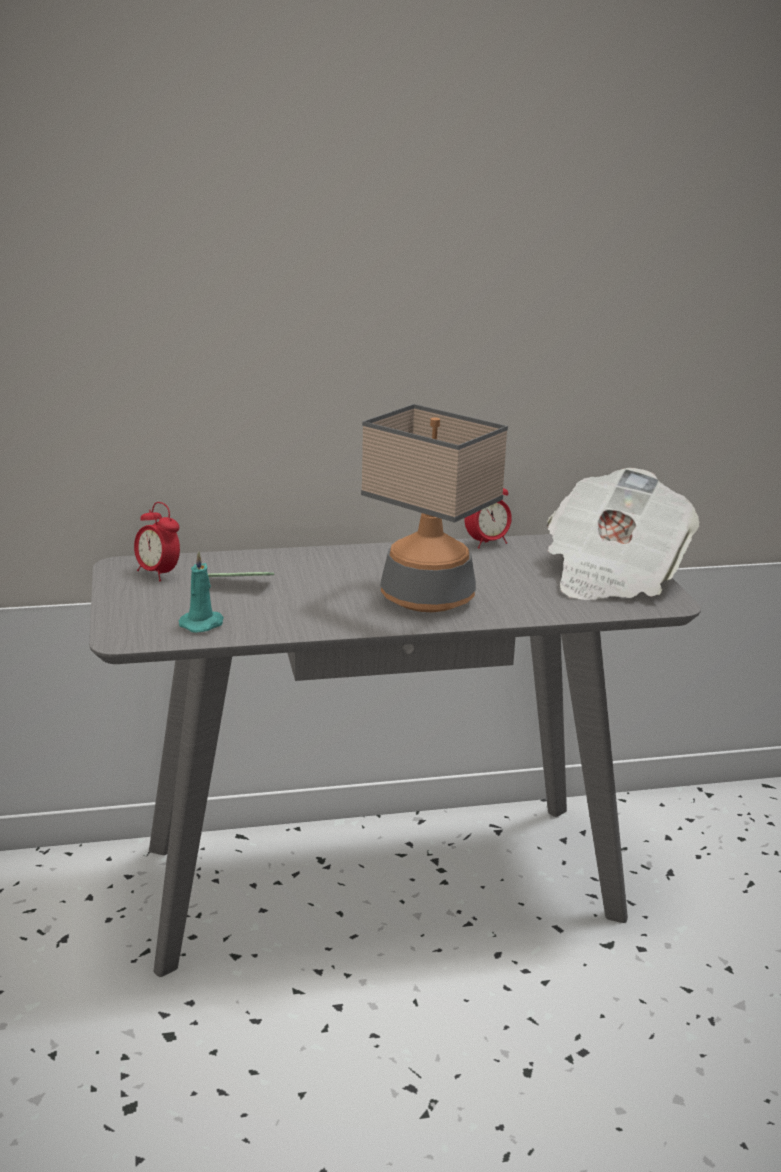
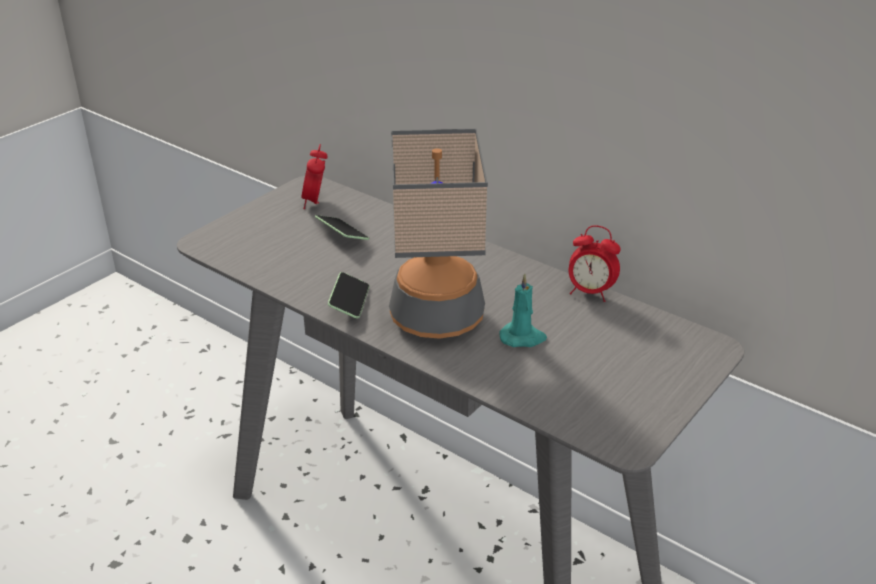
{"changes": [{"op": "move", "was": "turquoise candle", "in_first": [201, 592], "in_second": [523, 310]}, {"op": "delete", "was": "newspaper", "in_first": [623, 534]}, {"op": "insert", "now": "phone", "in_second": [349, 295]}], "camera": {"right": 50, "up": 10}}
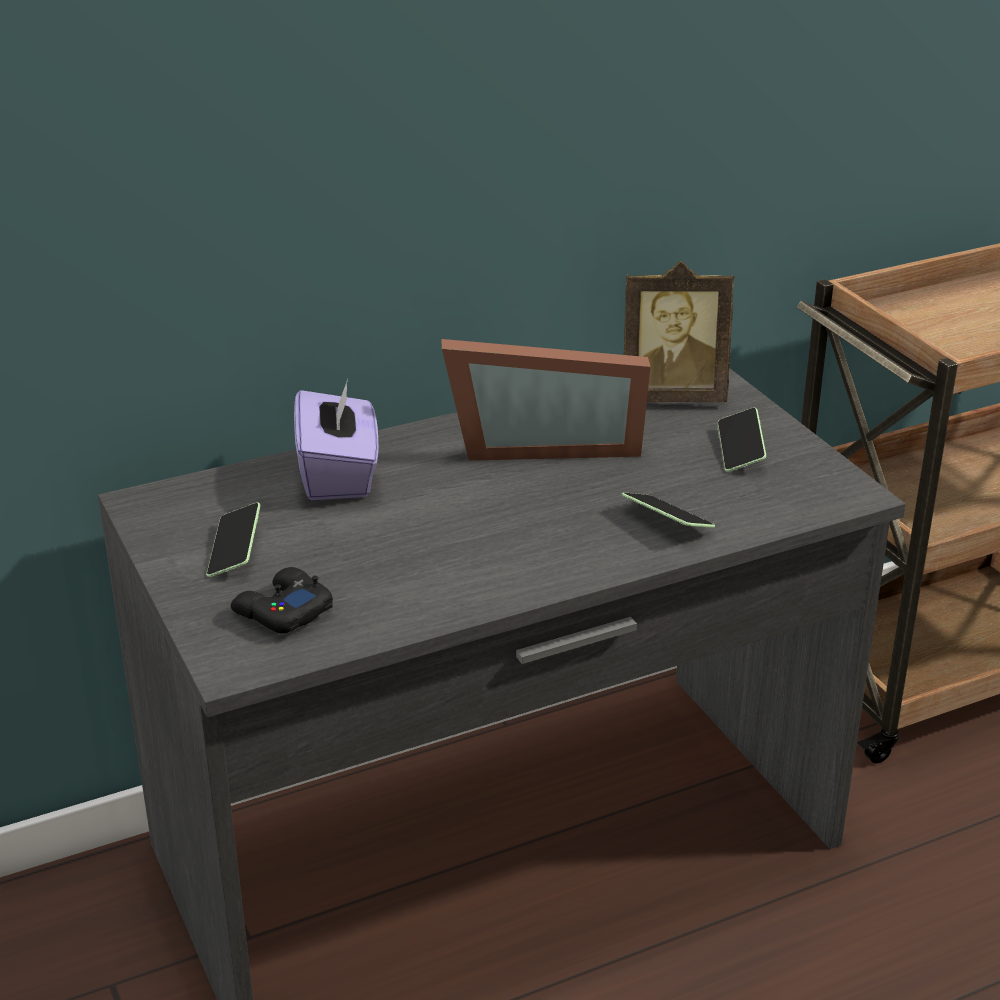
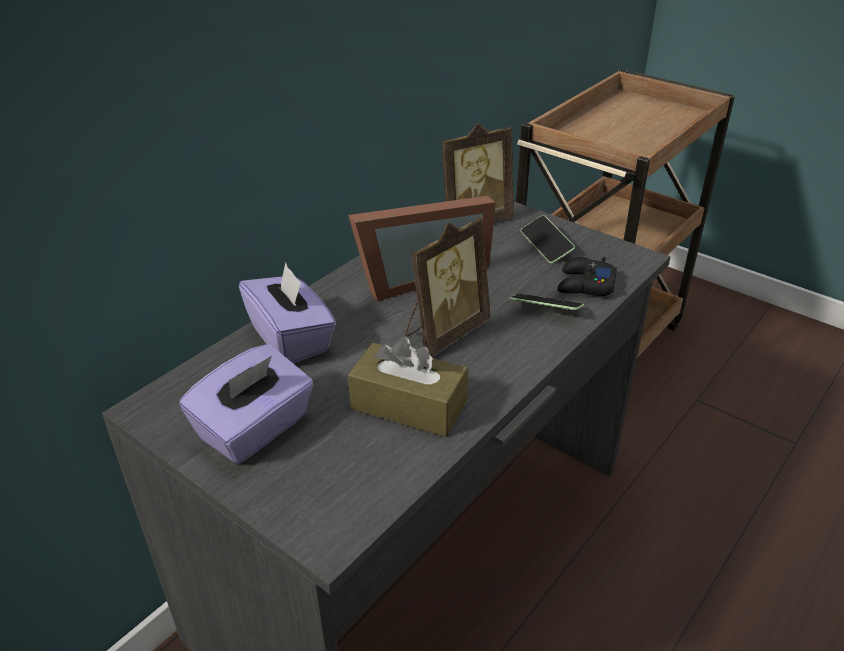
{"changes": [{"op": "replace", "was": "phone", "now": "purple tissue box", "in_first": [233, 539], "in_second": [246, 404]}, {"op": "move", "was": "black game controller", "in_first": [282, 600], "in_second": [587, 276]}, {"op": "insert", "now": "brown tissue box", "in_second": [408, 387]}, {"op": "insert", "now": "picture frame", "in_second": [447, 286]}], "camera": {"right": -25, "up": 5}}
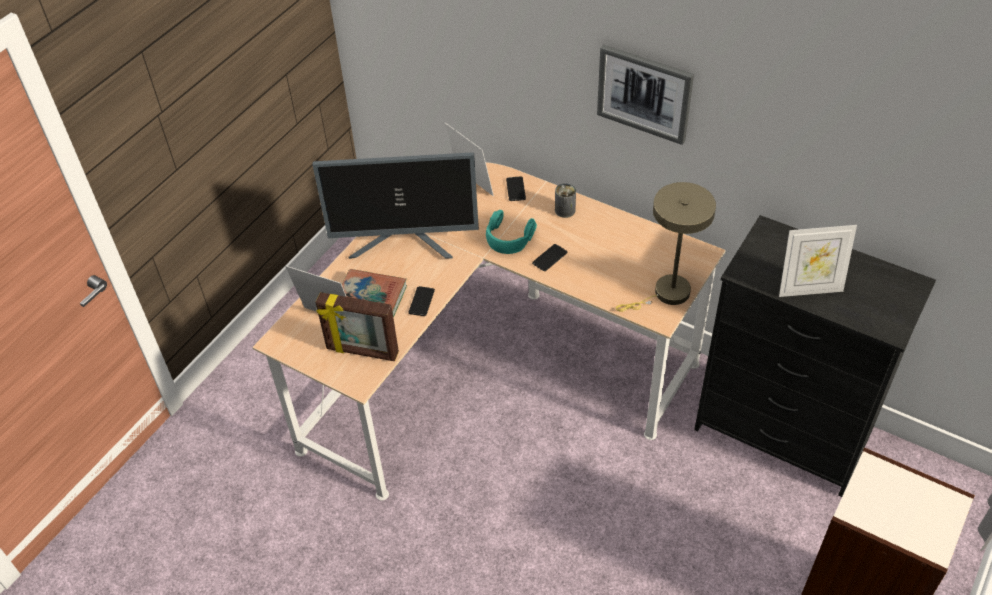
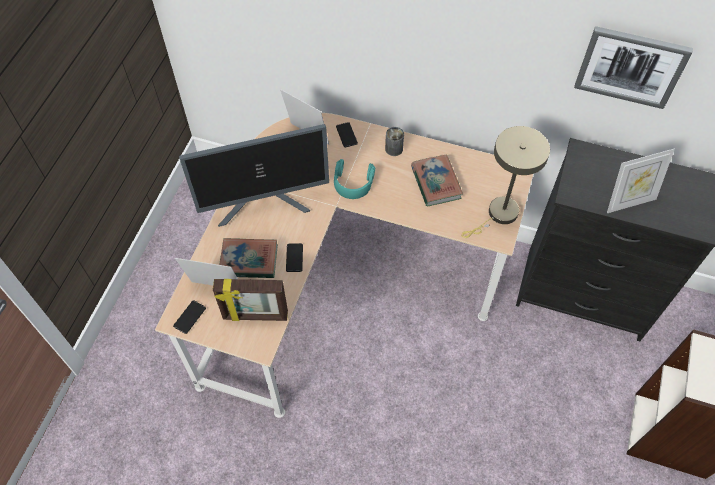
{"changes": [{"op": "move", "was": "phone", "in_first": [550, 257], "in_second": [189, 317]}, {"op": "move", "was": "picture", "in_first": [645, 94], "in_second": [633, 67]}, {"op": "insert", "now": "book", "in_second": [437, 181]}], "camera": {"right": -15, "up": 10}}
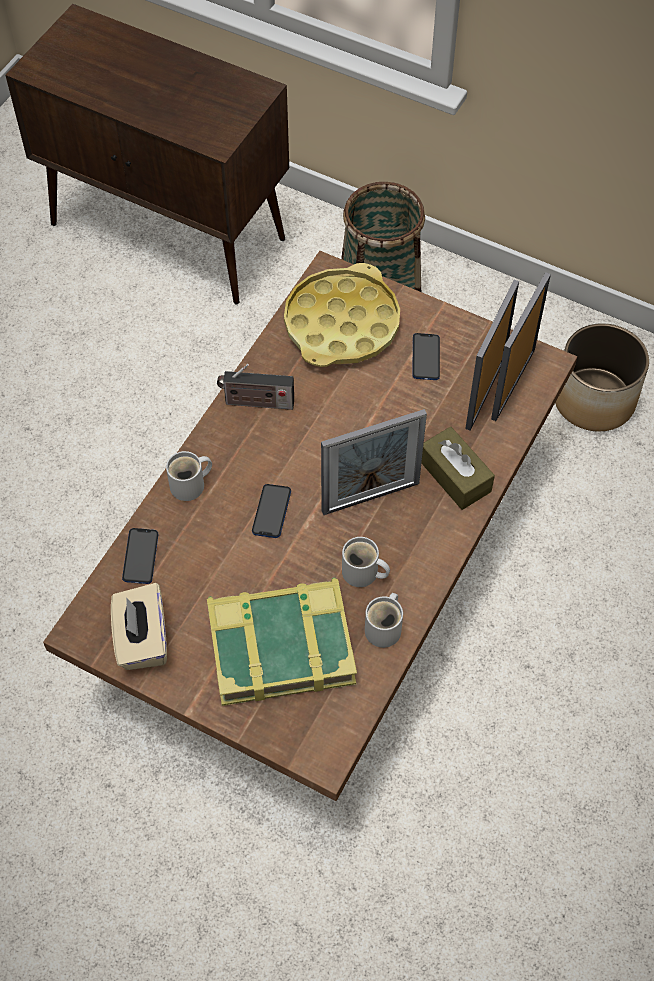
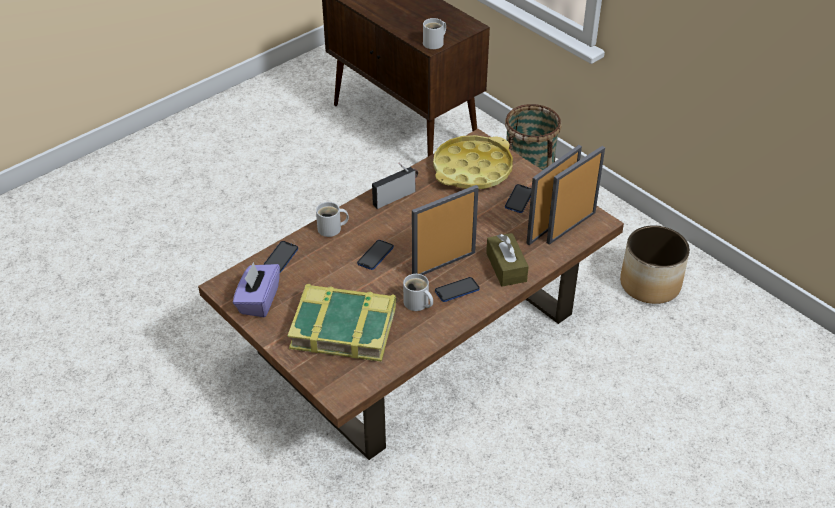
{"changes": [{"op": "recolor", "was": "beige tissue box", "now": "purple tissue box", "in_first": [139, 626], "in_second": [256, 289]}, {"op": "rotate", "was": "radio", "in_first": [255, 387], "in_second": [395, 186], "clockwise": 120}, {"op": "rotate", "was": "picture frame", "in_first": [374, 462], "in_second": [445, 230], "clockwise": 150}, {"op": "move", "was": "white mug", "in_first": [384, 620], "in_second": [434, 33]}, {"op": "insert", "now": "phone", "in_second": [457, 289]}], "camera": {"right": 20, "up": -15}}
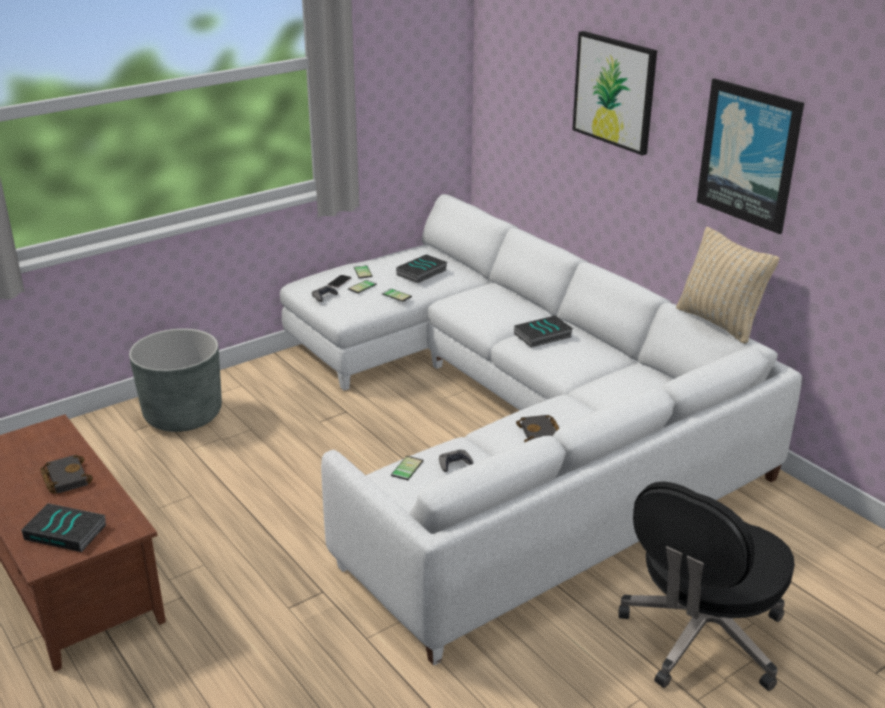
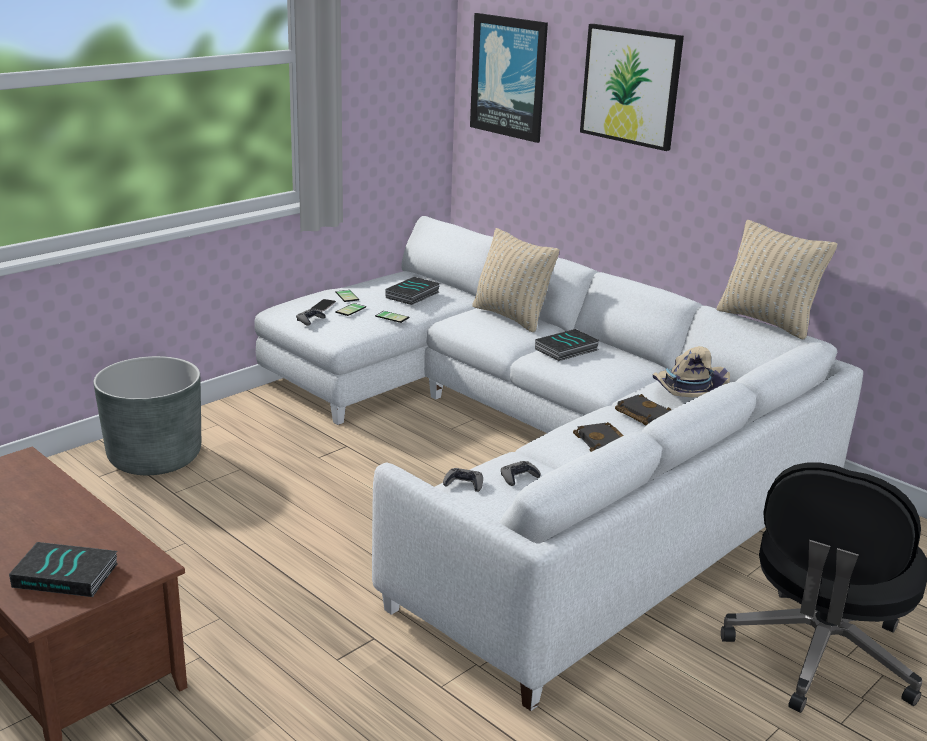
{"changes": [{"op": "move", "was": "black book", "in_first": [66, 474], "in_second": [643, 409]}, {"op": "replace", "was": "phone", "now": "grey game controller", "in_first": [407, 468], "in_second": [463, 480]}, {"op": "move", "was": "picture", "in_first": [750, 156], "in_second": [509, 78]}, {"op": "insert", "now": "beige pillow", "in_second": [515, 280]}, {"op": "insert", "now": "beige hat", "in_second": [691, 371]}], "camera": {"right": -10, "up": -5}}
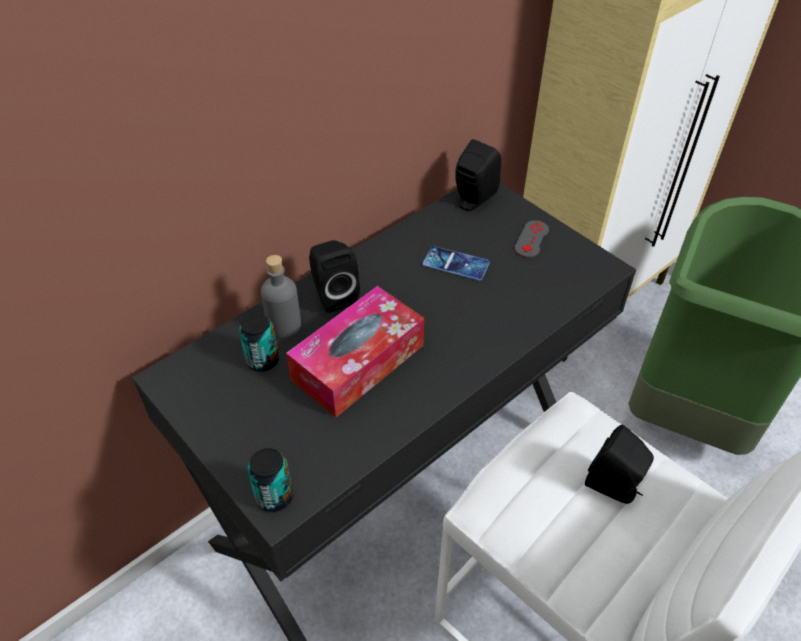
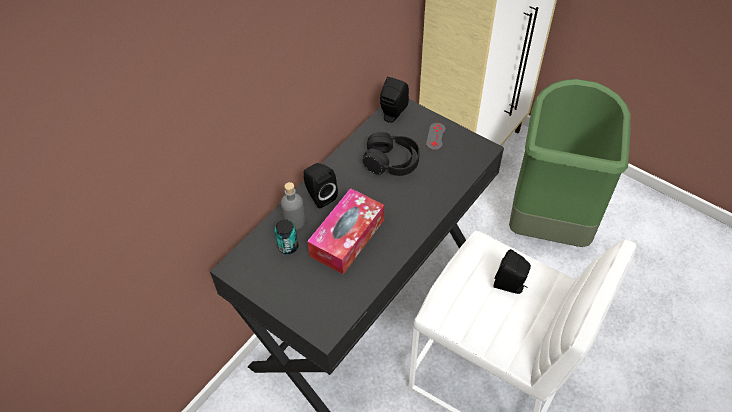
{"changes": [{"op": "delete", "was": "can", "in_first": [270, 480]}, {"op": "replace", "was": "phone", "now": "black headphones", "in_first": [456, 263], "in_second": [391, 154]}], "camera": {"right": -10, "up": 5}}
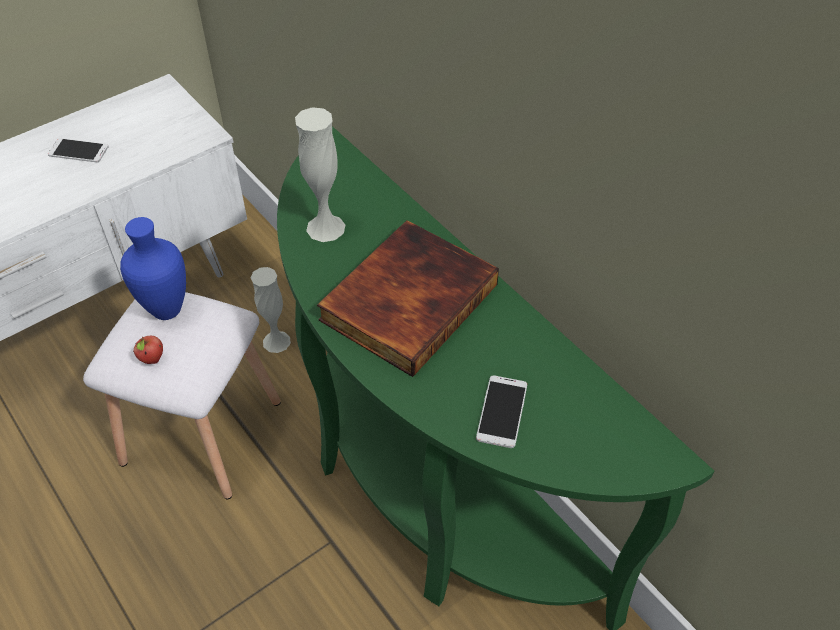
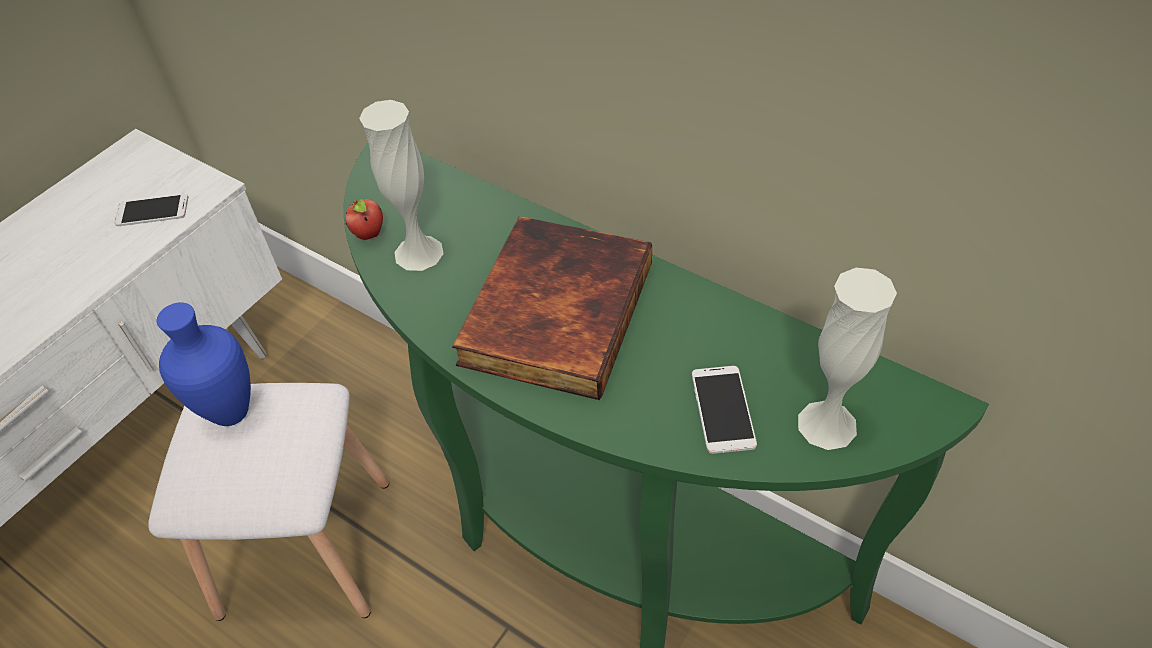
{"changes": [{"op": "move", "was": "phone", "in_first": [78, 150], "in_second": [151, 210]}, {"op": "move", "was": "apple", "in_first": [148, 350], "in_second": [364, 219]}, {"op": "move", "was": "white vase", "in_first": [271, 310], "in_second": [847, 359]}], "camera": {"right": -15, "up": 0}}
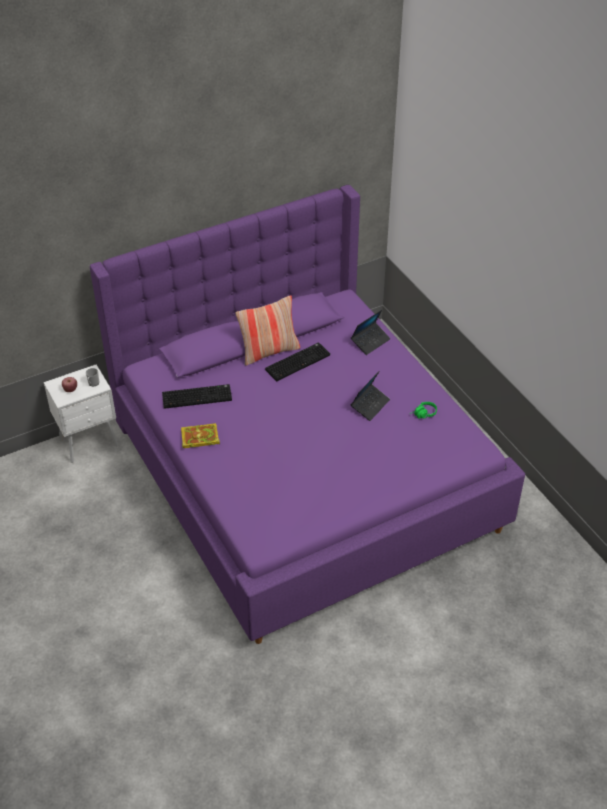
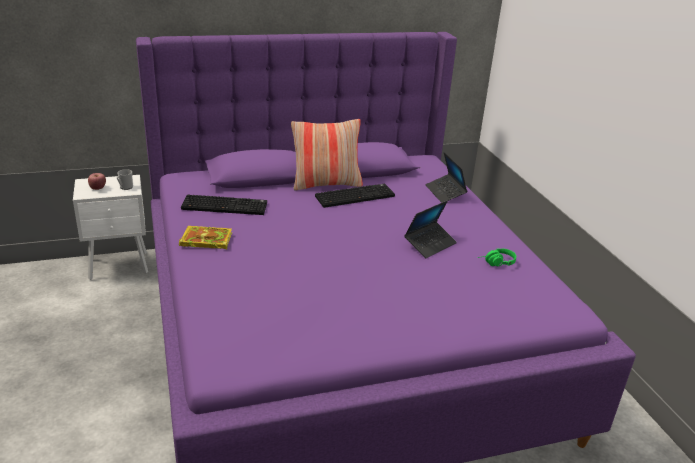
{"changes": [{"op": "rotate", "was": "laptop", "in_first": [370, 332], "in_second": [446, 177], "clockwise": 105}], "camera": {"right": 10, "up": -15}}
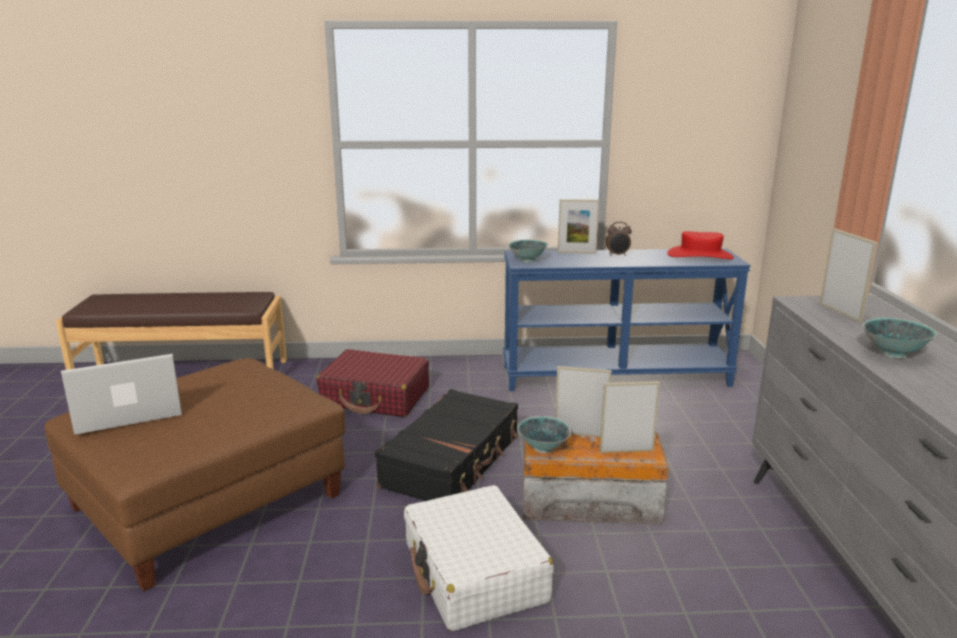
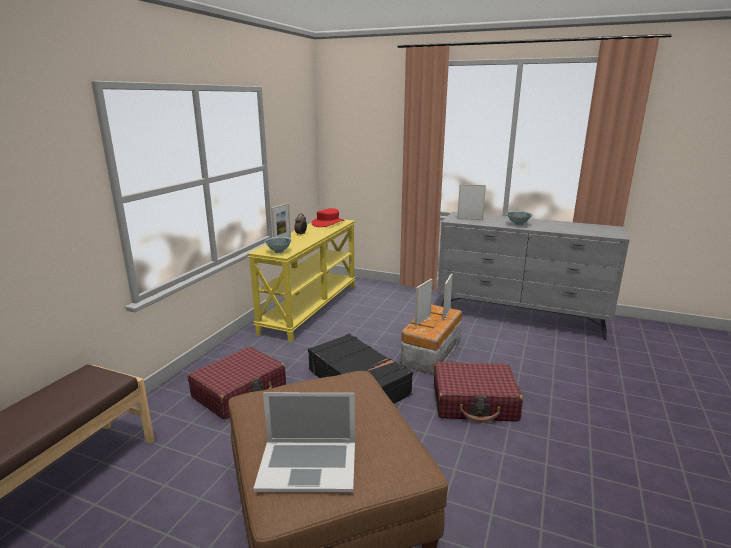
{"changes": [{"op": "rotate", "was": "laptop", "in_first": [121, 394], "in_second": [304, 442], "clockwise": -90}, {"op": "recolor", "was": "white suitcase", "now": "red suitcase", "in_first": [479, 558], "in_second": [478, 392]}, {"op": "recolor", "was": "blue console table", "now": "yellow console table", "in_first": [627, 319], "in_second": [301, 280]}, {"op": "delete", "was": "bowl", "in_first": [544, 434]}], "camera": {"right": -65, "up": 0}}
